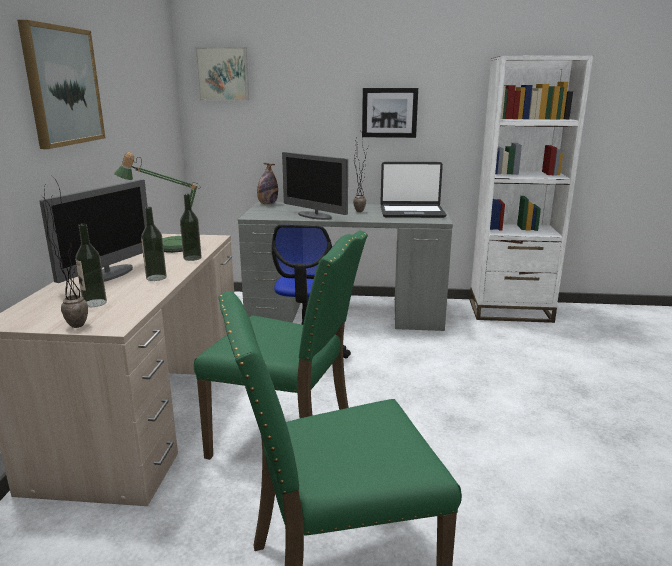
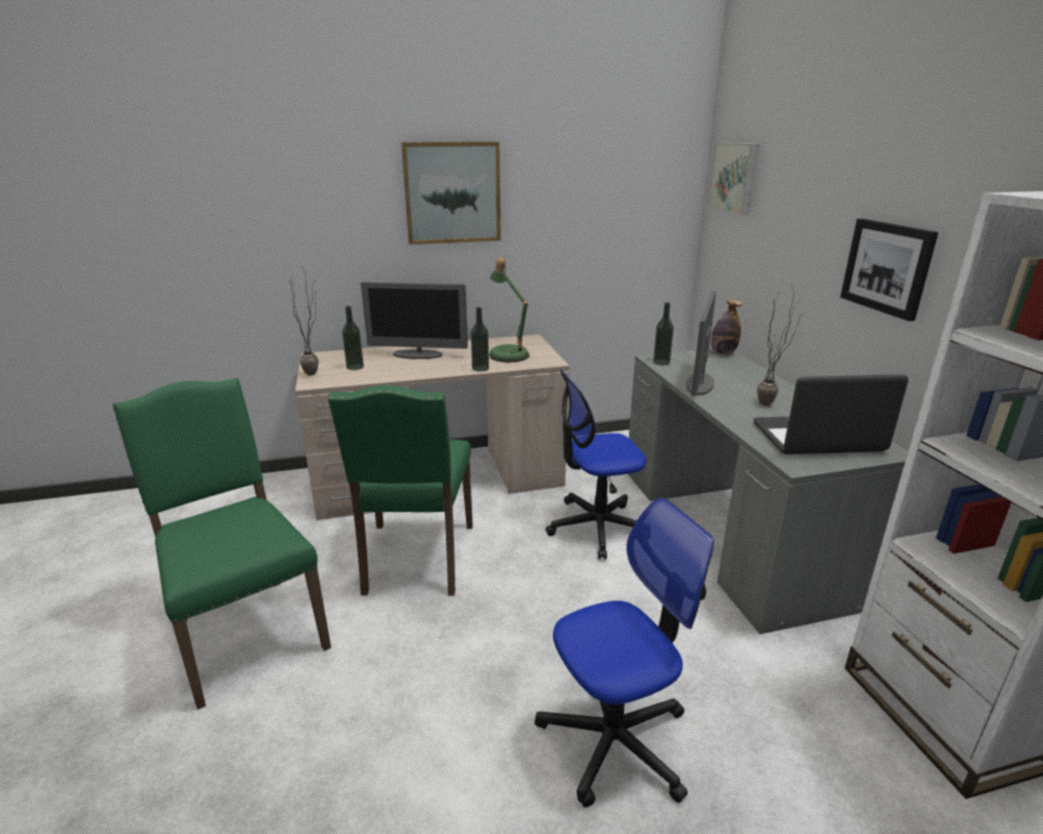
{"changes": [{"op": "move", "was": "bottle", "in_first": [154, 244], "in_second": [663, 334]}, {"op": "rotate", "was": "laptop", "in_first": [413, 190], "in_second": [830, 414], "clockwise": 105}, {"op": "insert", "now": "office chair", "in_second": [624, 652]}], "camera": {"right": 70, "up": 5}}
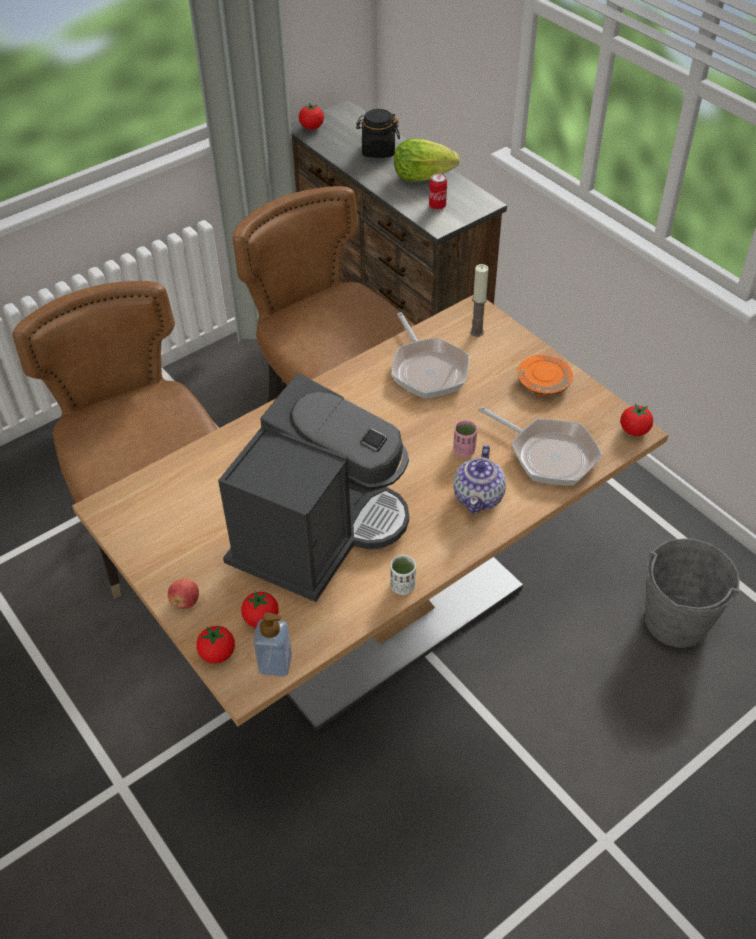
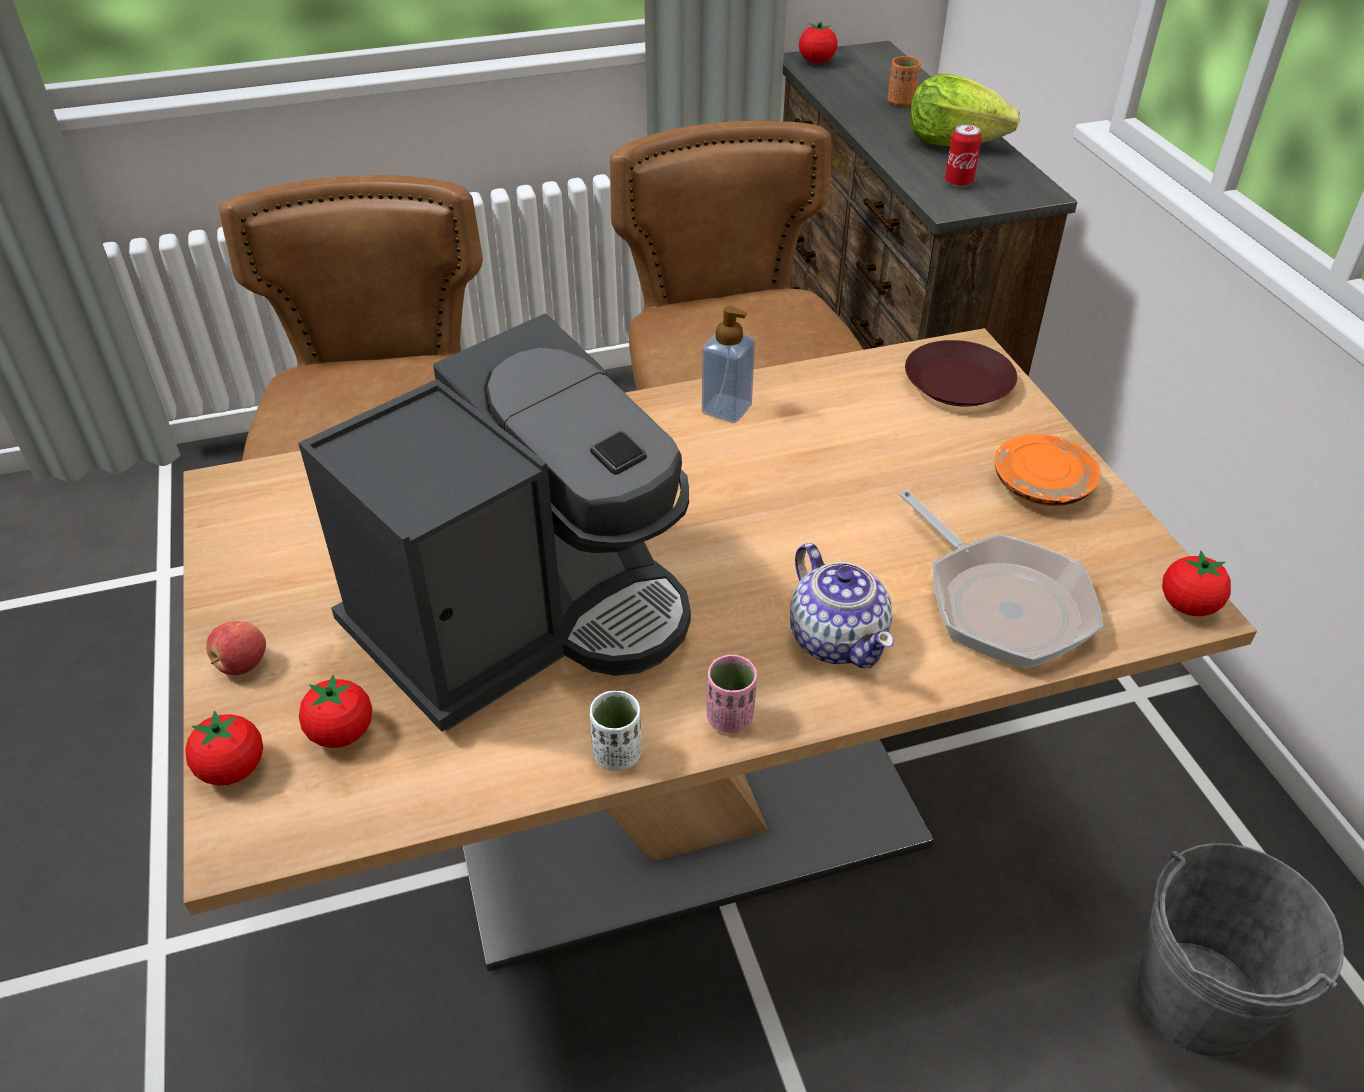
{"changes": [{"op": "move", "was": "soap dispenser", "in_first": [272, 644], "in_second": [728, 364]}, {"op": "replace", "was": "black jar", "now": "orange cup", "in_first": [378, 133], "in_second": [904, 81]}, {"op": "delete", "was": "frying pan", "in_first": [430, 355]}, {"op": "move", "was": "pink cup", "in_first": [465, 438], "in_second": [731, 694]}, {"op": "rotate", "was": "teapot", "in_first": [479, 479], "in_second": [842, 605], "clockwise": -60}, {"op": "replace", "was": "candle", "now": "brown plate", "in_first": [479, 300], "in_second": [961, 373]}], "camera": {"right": 20, "up": -5}}
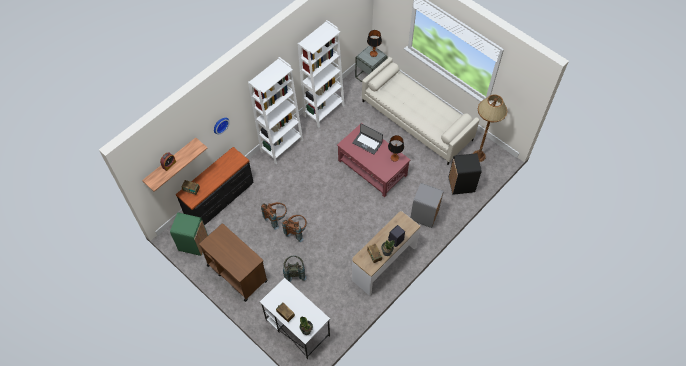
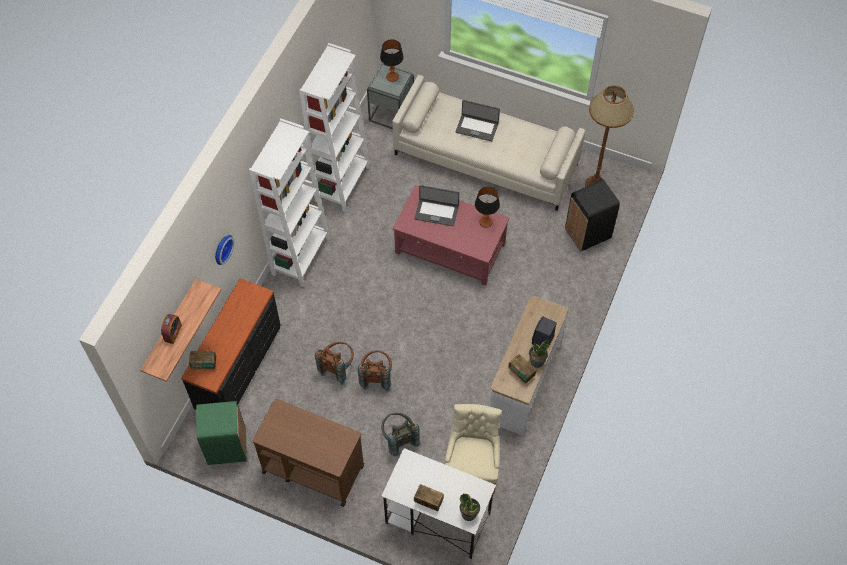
{"changes": [{"op": "delete", "was": "grey trash can", "in_first": [427, 205]}, {"op": "insert", "now": "beige chair", "in_second": [473, 449]}, {"op": "insert", "now": "laptop", "in_second": [477, 121]}], "camera": {"right": -20, "up": 0}}
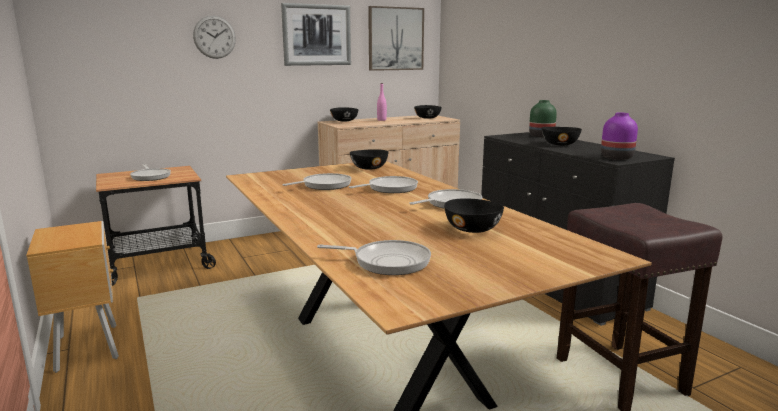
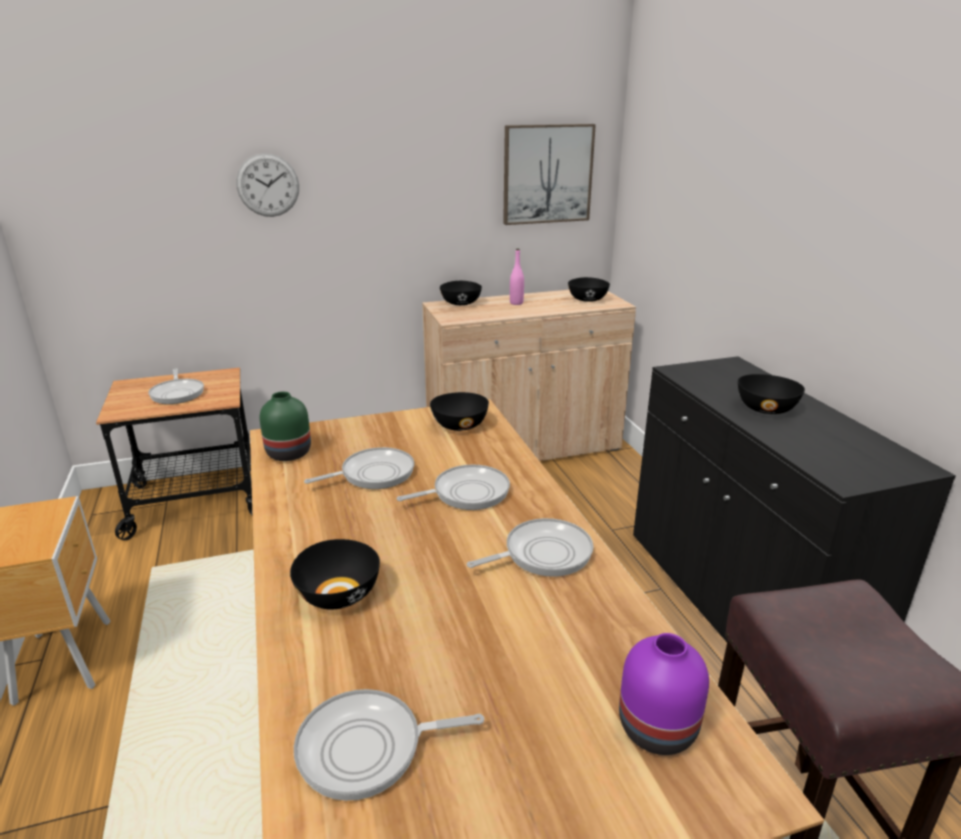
{"changes": [{"op": "delete", "was": "picture", "in_first": [316, 34]}, {"op": "rotate", "was": "frying pan", "in_first": [374, 257], "in_second": [389, 745], "clockwise": 150}, {"op": "move", "was": "black bowl", "in_first": [474, 215], "in_second": [335, 574]}, {"op": "move", "was": "green vase", "in_first": [543, 118], "in_second": [285, 426]}, {"op": "move", "was": "purple vase", "in_first": [619, 136], "in_second": [664, 694]}], "camera": {"right": 10, "up": 10}}
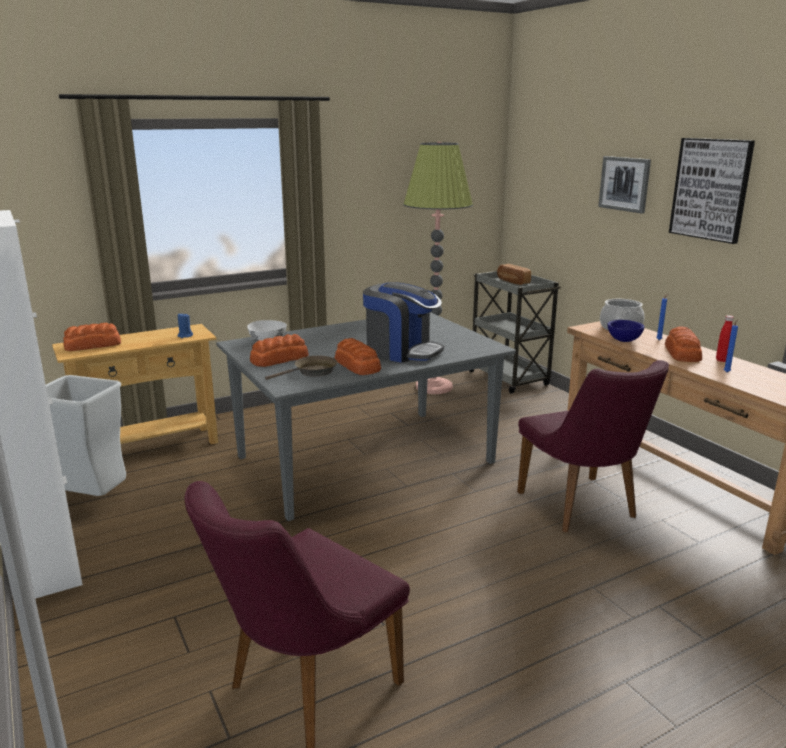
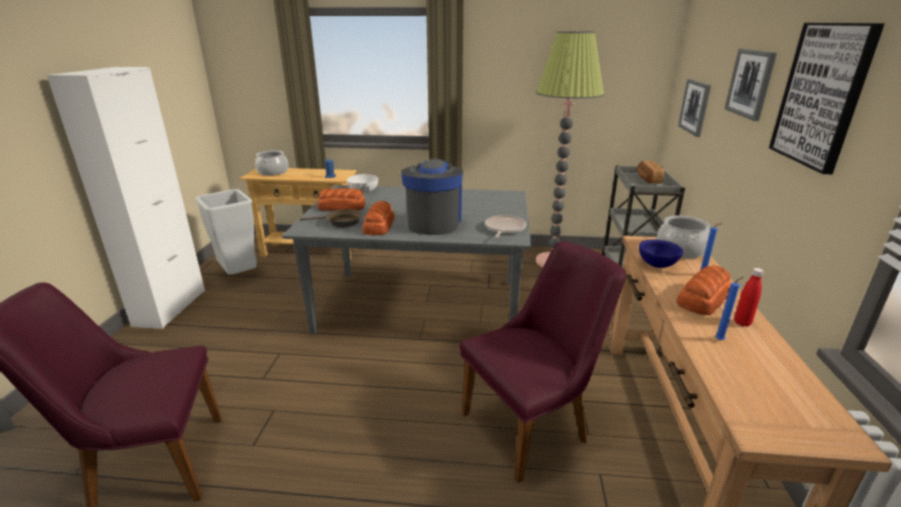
{"changes": [{"op": "replace", "was": "bread", "now": "cooking pot", "in_first": [92, 337], "in_second": [271, 163]}, {"op": "rotate", "was": "coffee machine", "in_first": [403, 322], "in_second": [432, 196], "clockwise": -150}, {"op": "rotate", "was": "purple chair", "in_first": [593, 446], "in_second": [543, 362], "clockwise": -135}, {"op": "insert", "now": "frying pan", "in_second": [505, 226]}, {"op": "insert", "now": "picture", "in_second": [694, 108]}], "camera": {"right": 35, "up": 5}}
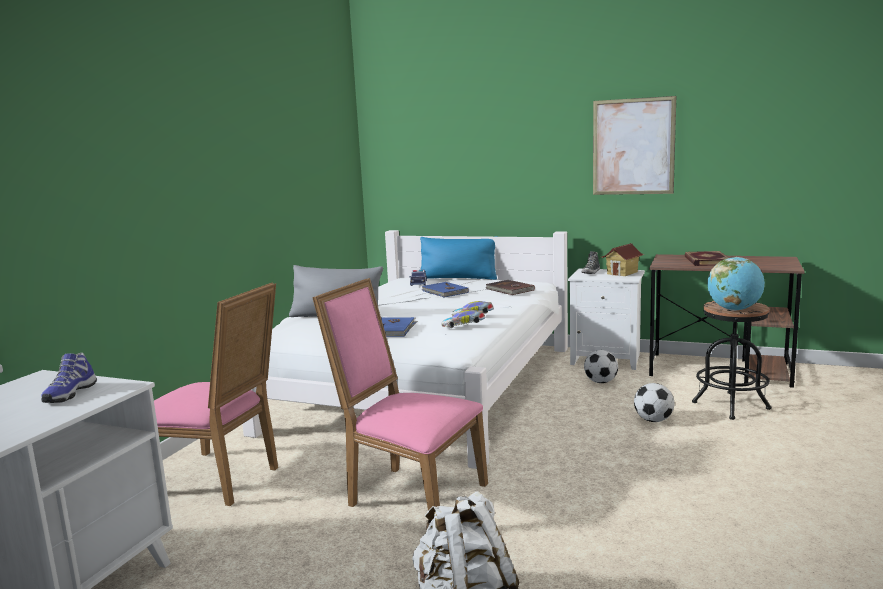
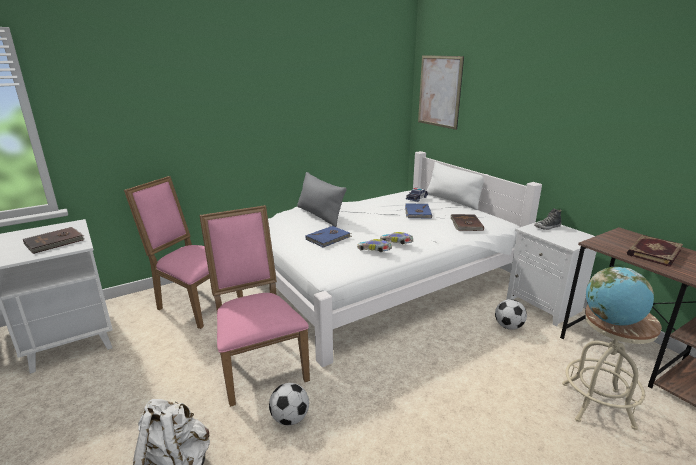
{"changes": [{"op": "replace", "was": "shoe", "now": "brown book", "in_first": [69, 378], "in_second": [53, 240]}, {"op": "rotate", "was": "pink chair", "in_first": [216, 394], "in_second": [183, 252], "clockwise": 150}, {"op": "recolor", "was": "blue pillow", "now": "white pillow", "in_first": [459, 258], "in_second": [457, 186]}, {"op": "move", "was": "picture", "in_first": [634, 145], "in_second": [441, 92]}, {"op": "delete", "was": "toy house", "in_first": [623, 259]}, {"op": "move", "was": "football", "in_first": [654, 402], "in_second": [289, 404]}, {"op": "recolor", "was": "black stool", "now": "beige stool", "in_first": [732, 360], "in_second": [612, 367]}], "camera": {"right": 35, "up": 10}}
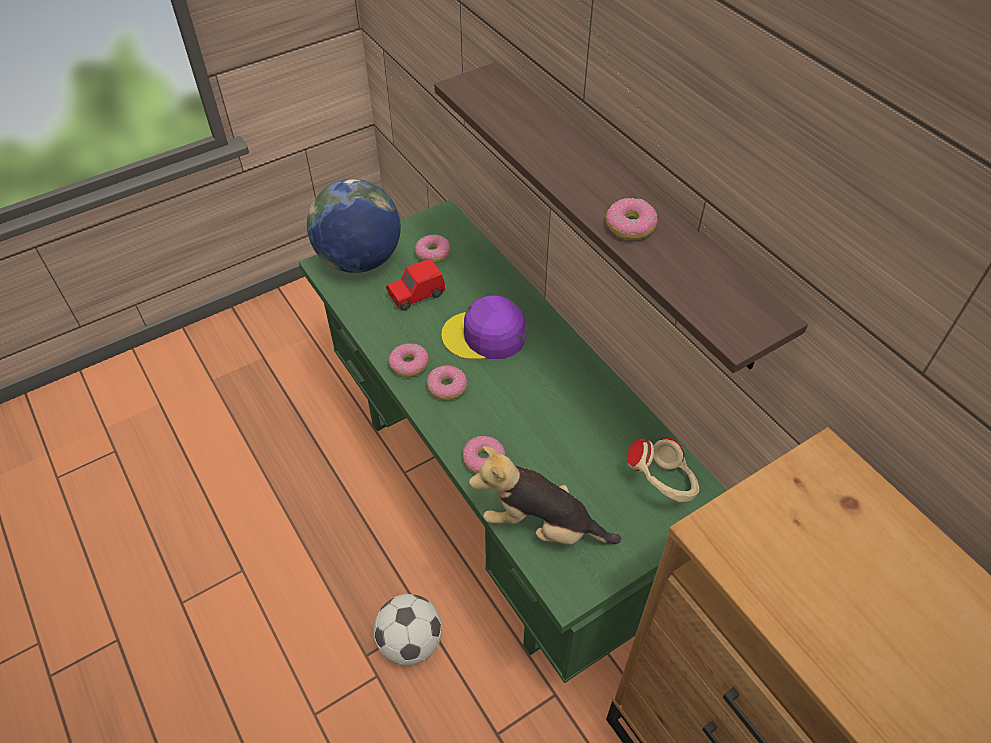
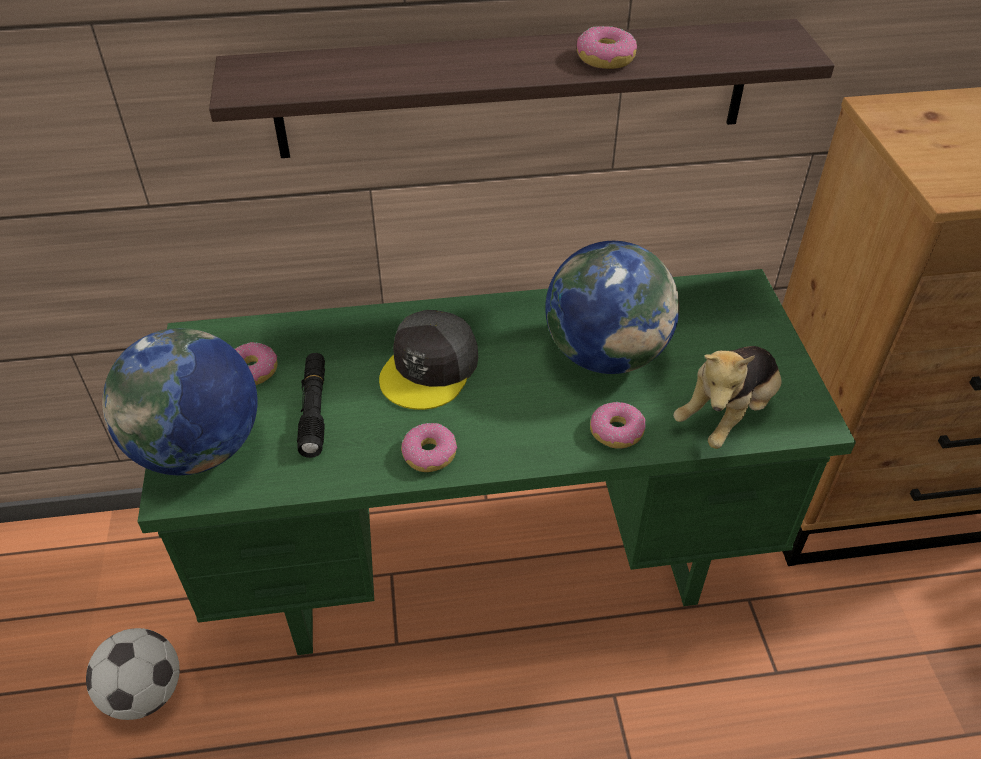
{"changes": [{"op": "move", "was": "football", "in_first": [407, 630], "in_second": [133, 674]}, {"op": "replace", "was": "red toy car", "now": "black flashlight", "in_first": [415, 285], "in_second": [311, 405]}, {"op": "delete", "was": "donut", "in_first": [447, 382]}, {"op": "recolor", "was": "purple cap", "now": "grey cap", "in_first": [483, 327], "in_second": [428, 360]}, {"op": "delete", "was": "beige headphones", "in_first": [663, 470]}, {"op": "insert", "now": "globe", "in_second": [612, 307]}], "camera": {"right": -65, "up": -5}}
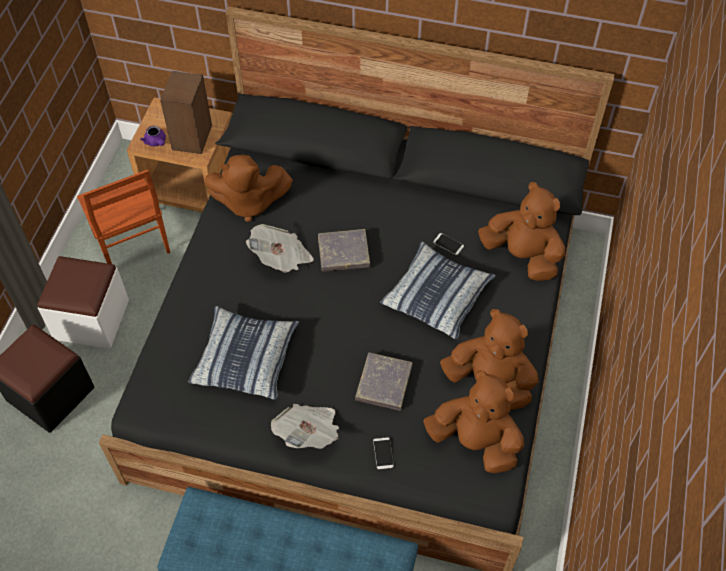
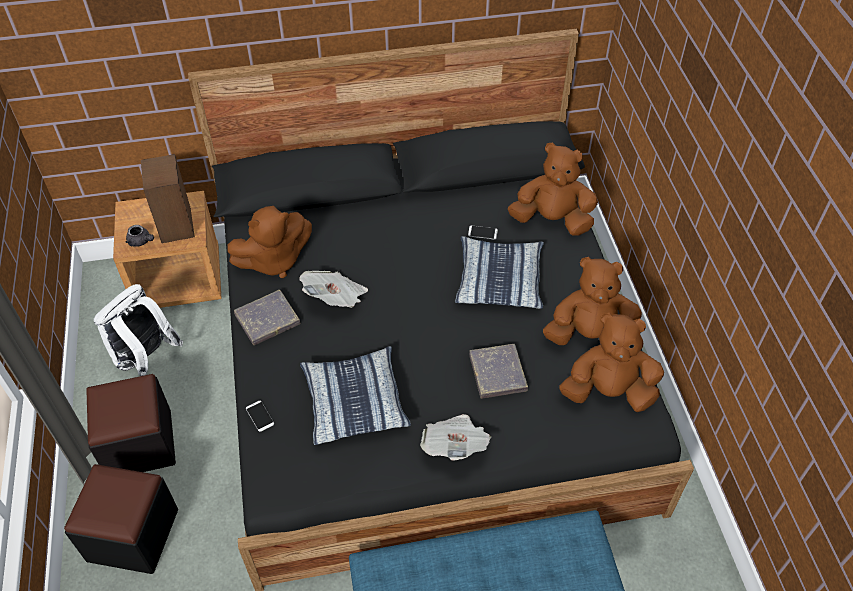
{"changes": [{"op": "recolor", "was": "white ottoman", "now": "black ottoman", "in_first": [83, 302], "in_second": [131, 423]}, {"op": "replace", "was": "brown chair", "now": "white backpack", "in_first": [124, 217], "in_second": [138, 330]}, {"op": "recolor", "was": "purple teapot", "now": "grey teapot", "in_first": [153, 136], "in_second": [140, 236]}, {"op": "move", "was": "grey book", "in_first": [344, 250], "in_second": [267, 317]}, {"op": "move", "was": "phone", "in_first": [383, 453], "in_second": [260, 416]}], "camera": {"right": -25, "up": -5}}
